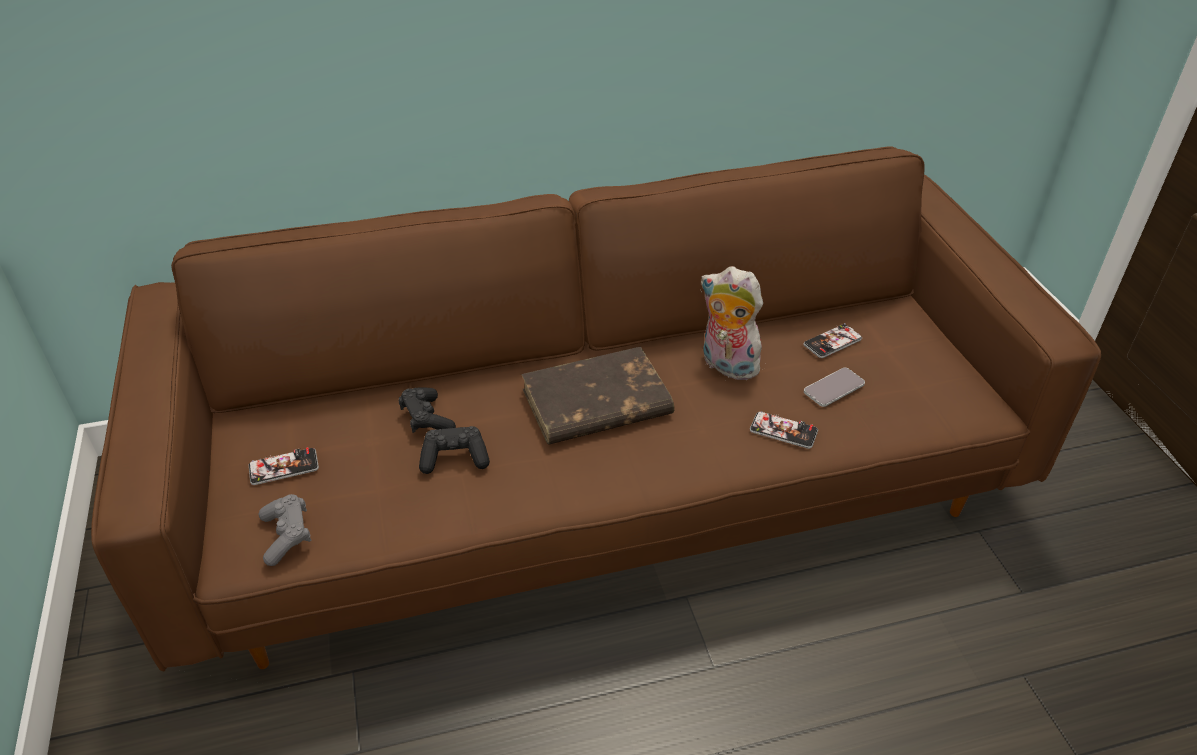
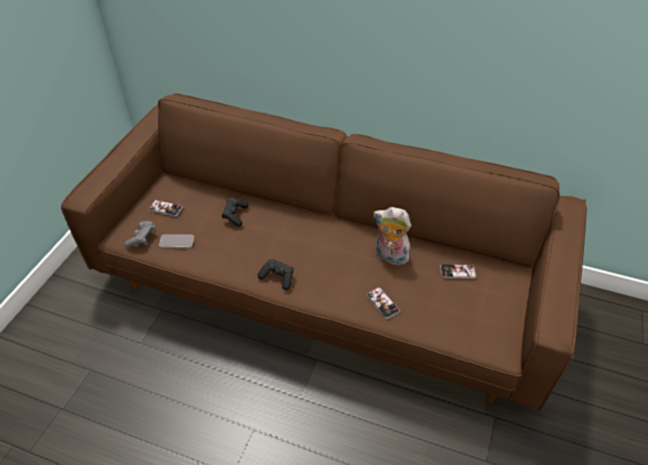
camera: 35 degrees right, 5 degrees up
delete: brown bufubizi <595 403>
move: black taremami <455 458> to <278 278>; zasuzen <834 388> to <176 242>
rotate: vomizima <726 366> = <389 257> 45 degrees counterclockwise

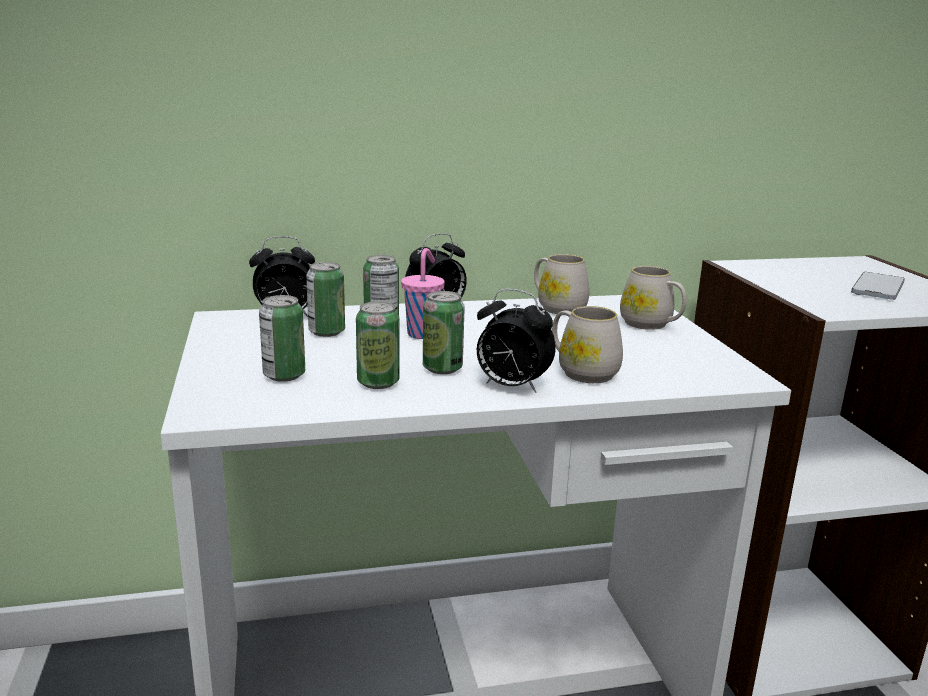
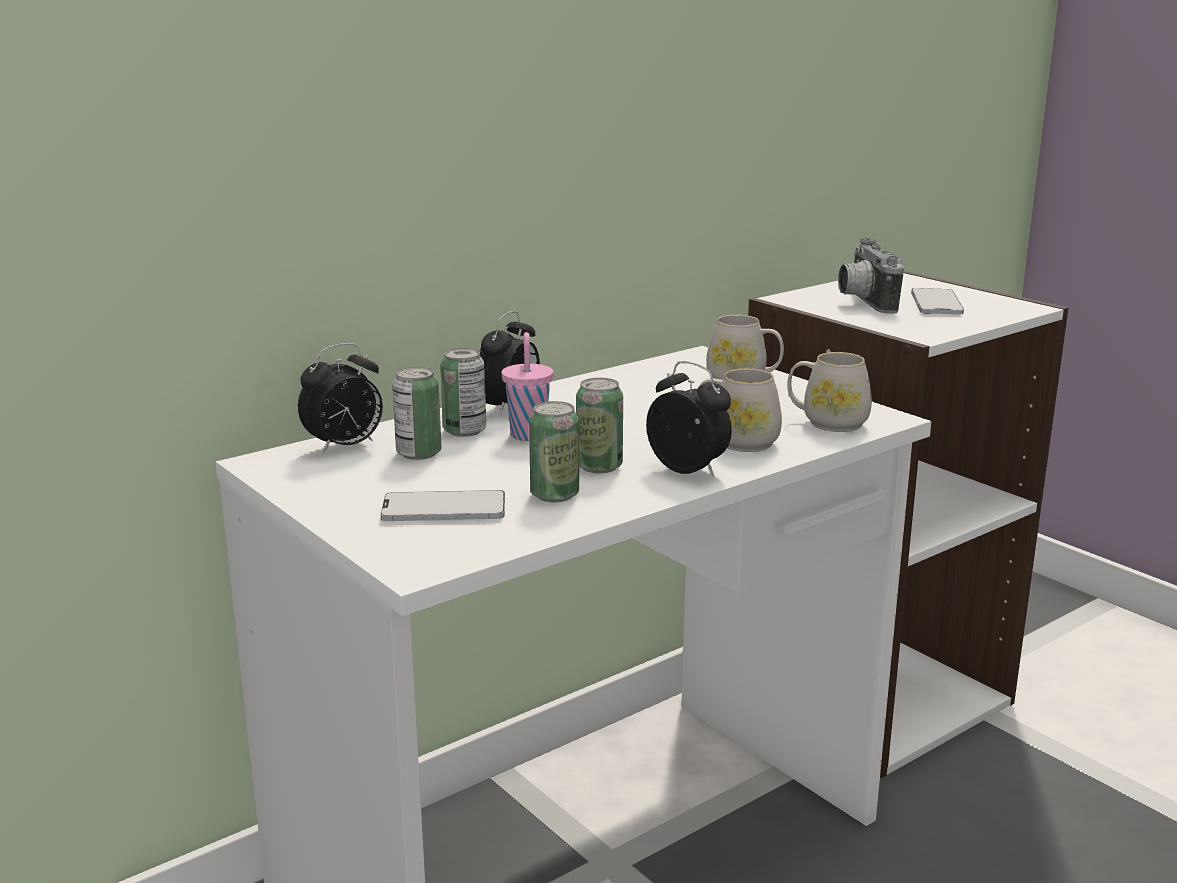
camera: 25 degrees left, 0 degrees up
insert: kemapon <862 302>
move: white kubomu <557 307> to <827 422>
replace: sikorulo <284 375> to zasuzen <444 509>
rotate: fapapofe <511 387> = <689 470> 135 degrees counterclockwise

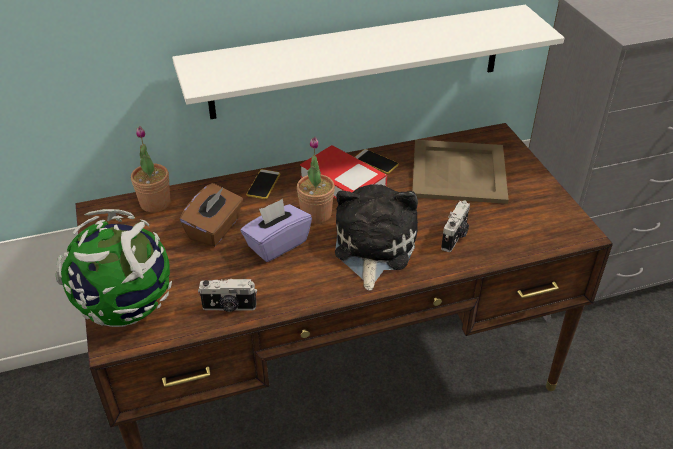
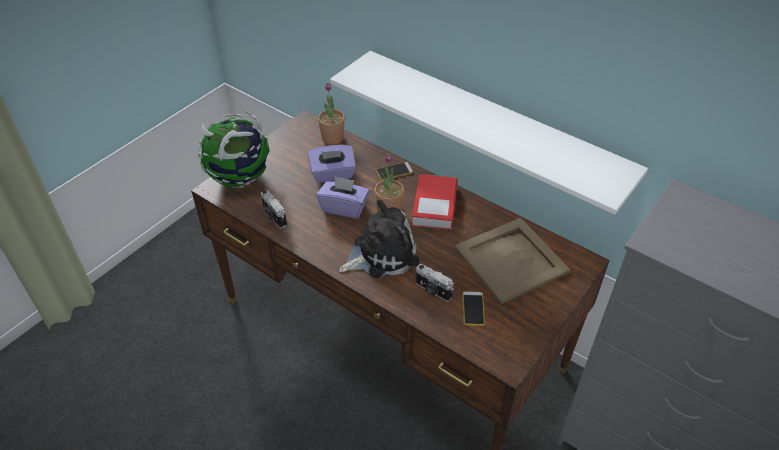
camera: 55 degrees right, 5 degrees up
move: zasuzen <376 162> to <473 308>
recolor: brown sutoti <215 229> to purple sutoti <333 174>
rotate: kemapon <455 237> = <432 291> 45 degrees clockwise

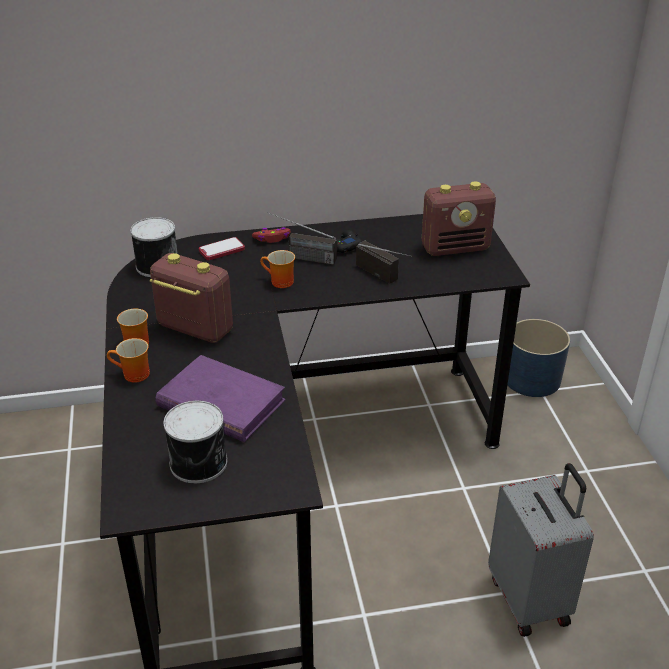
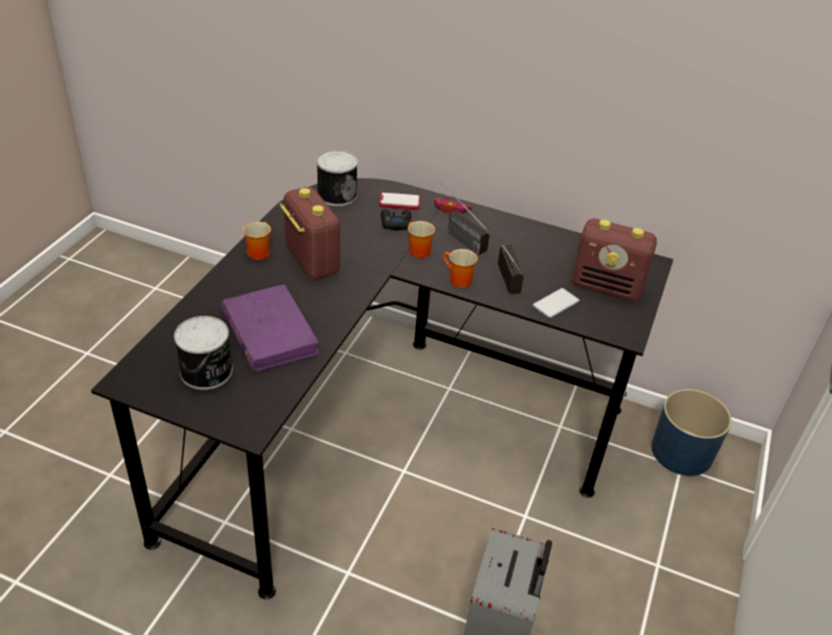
camera: 30 degrees right, 5 degrees up
insert: zasuzen <555 304>
move: kubomu <133 375> to <457 280>; black taremami <343 245> to <395 223>

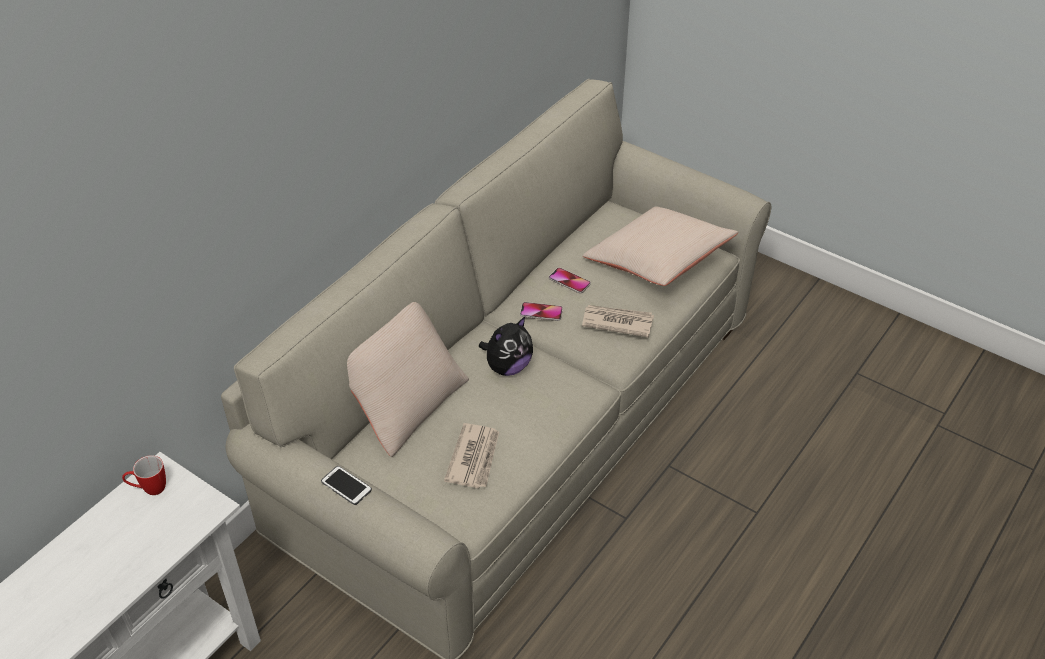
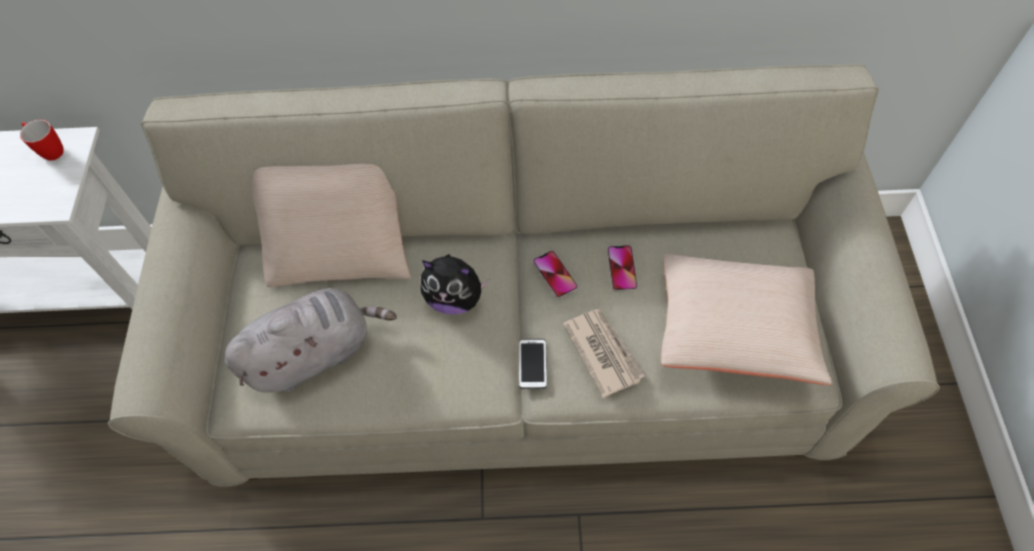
camera: 55 degrees right, 15 degrees up
move: zasuzen <346 486> to <532 364>
replace: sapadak <474 458> to grey vomizima <315 353>

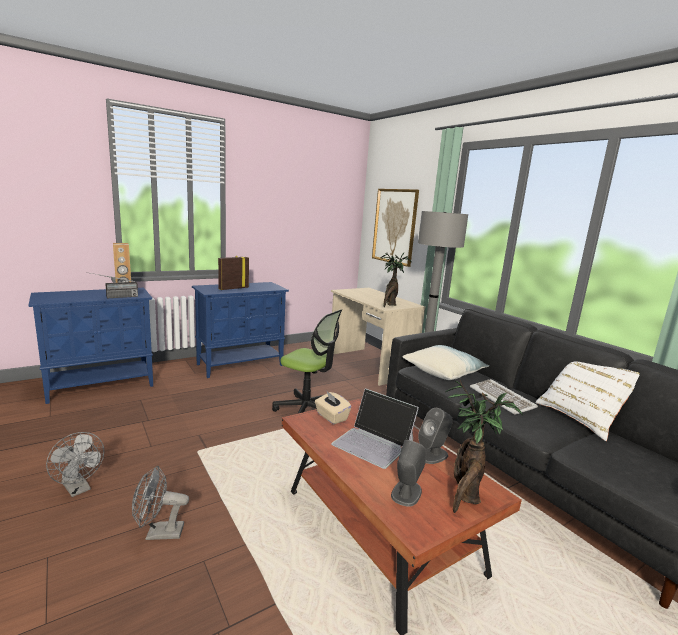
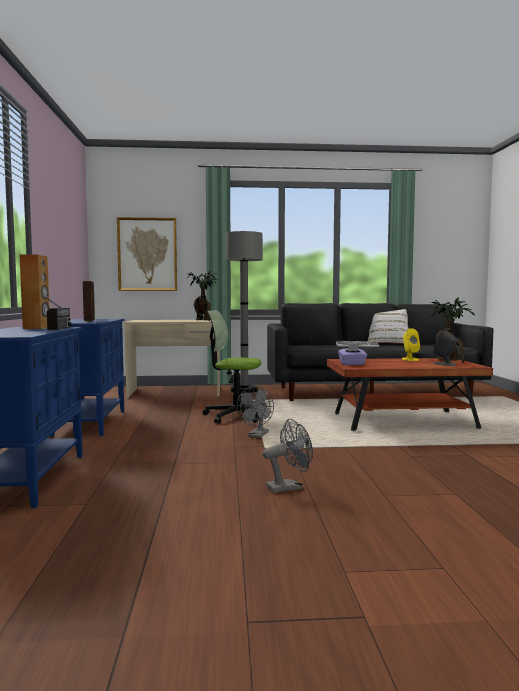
camera: 60 degrees left, 10 degrees down
delete: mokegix <374 442>; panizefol <443 372>
move: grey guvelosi <158 533> to <257 435>
recolor: beige sutoti <331 417> to purple sutoti <352 364>; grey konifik <432 455> to yellow konifik <410 359>
rotate: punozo <307 410> = <235 416> 135 degrees counterclockwise

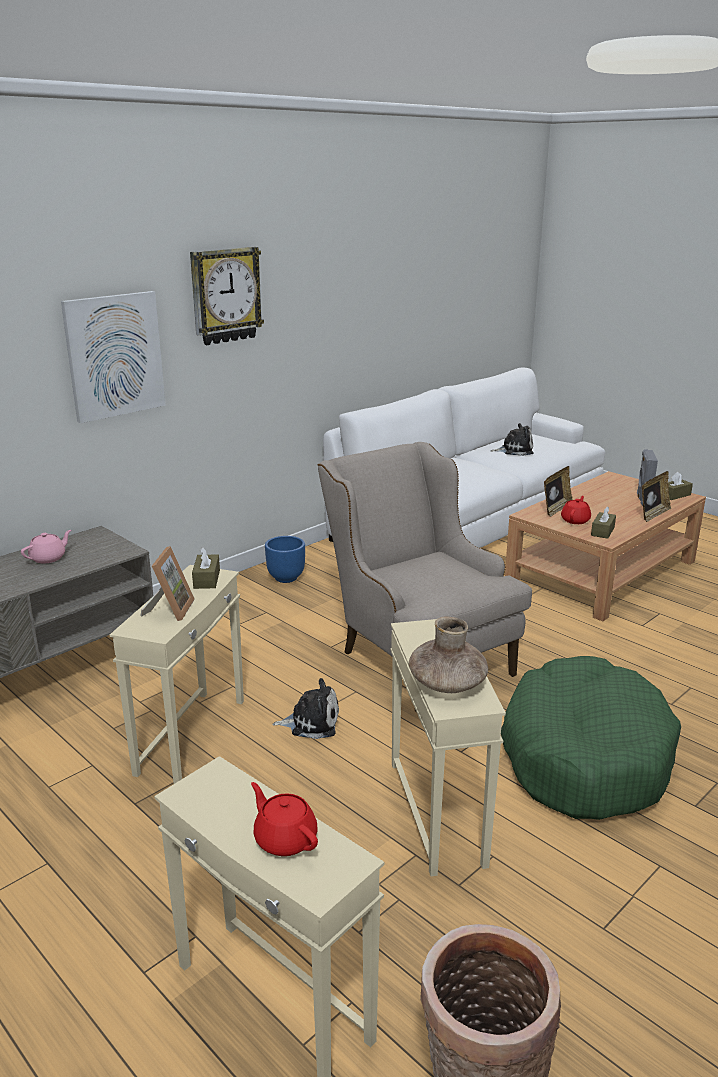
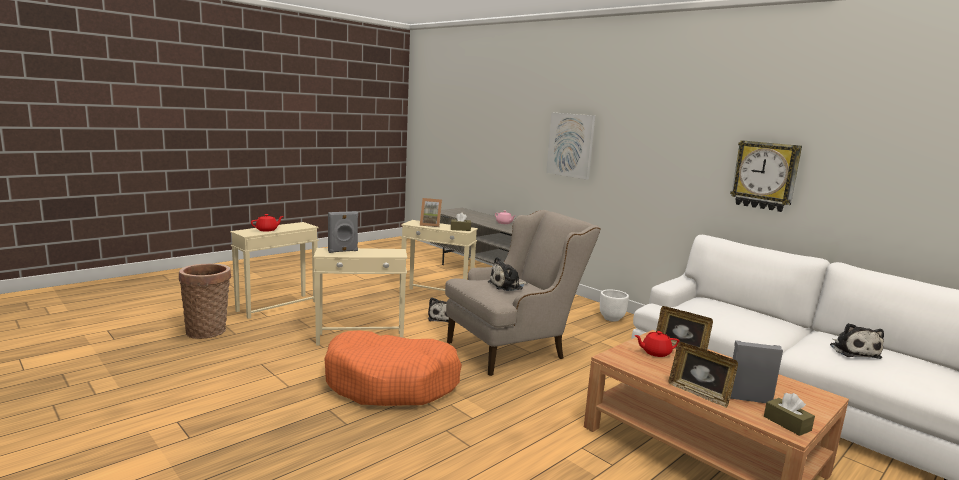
camera: 90 degrees right, 10 degrees down
delete: brown sutoti <602 531>
insert: vomizima <507 286>
move: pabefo <225 295> to <765 175>
replace: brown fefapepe <447 684> to grey konifik <343 251>
recolor: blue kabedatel <286 578> to white kabedatel <611 319>; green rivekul <584 756> to orange rivekul <391 383>
rotate: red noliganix <575 520> = <655 352> 150 degrees clockwise

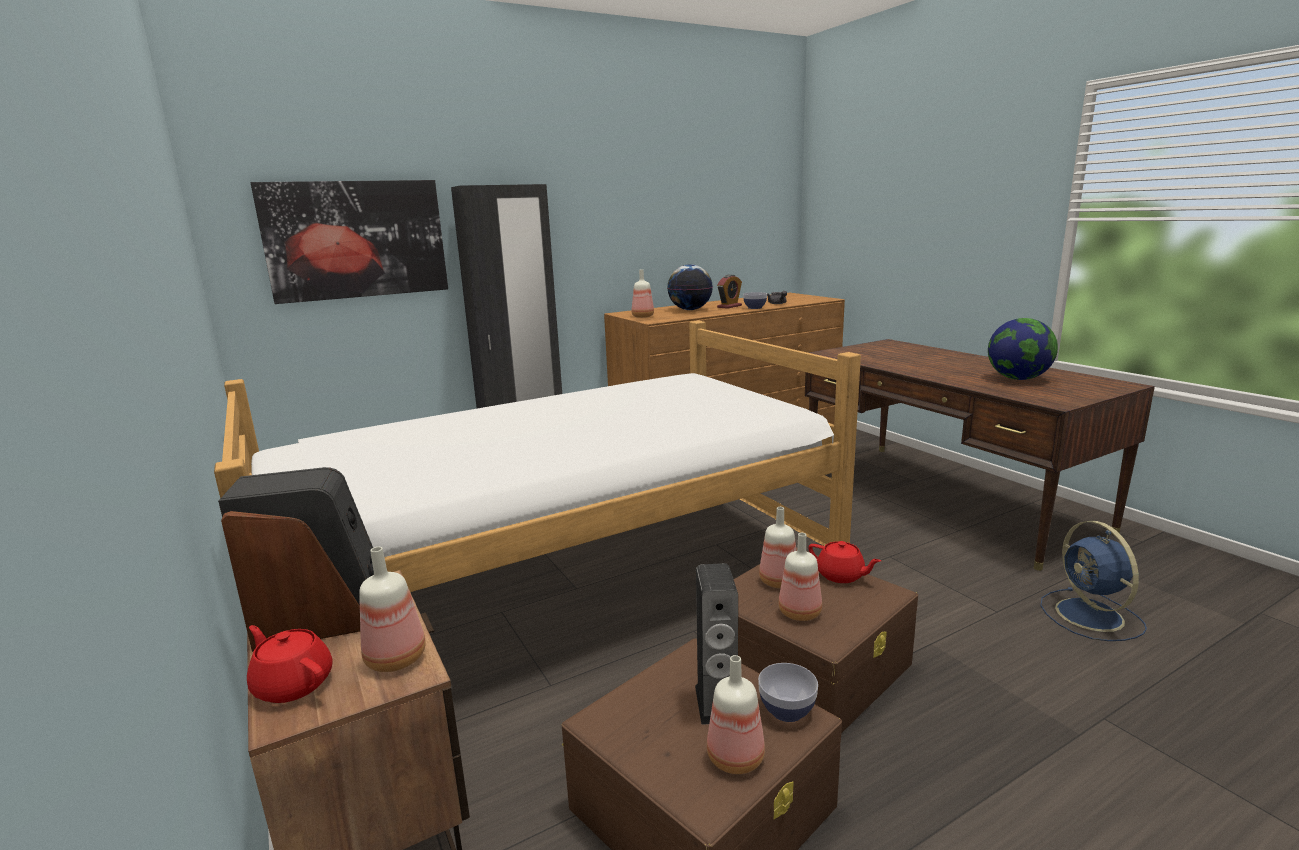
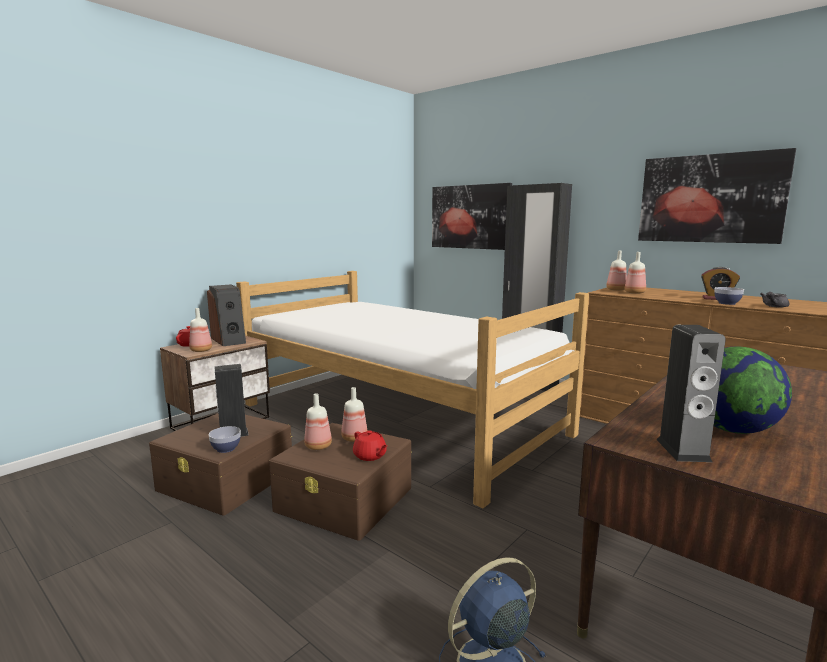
camera: 70 degrees right, 5 degrees down
delete: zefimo <690 310>
insert: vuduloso <710 199>; konifik <683 450>
move: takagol <735 756> to <635 293>
rotate: red noliganix <841 575> = <370 456> 60 degrees counterclockwise

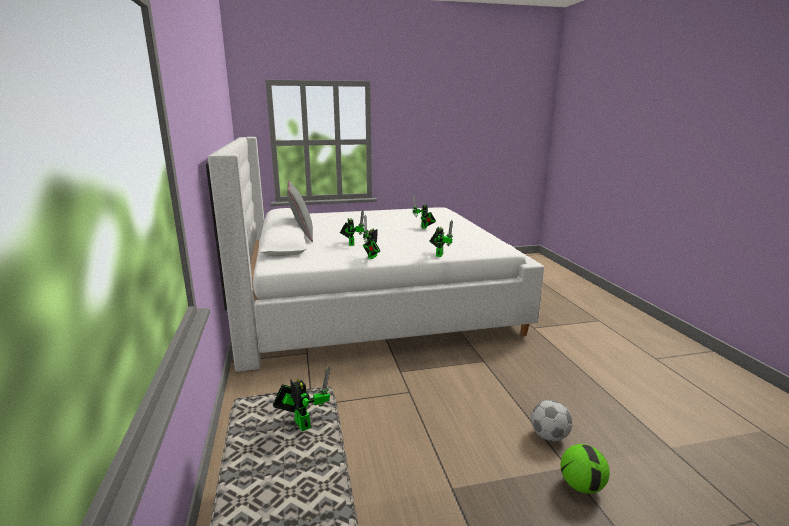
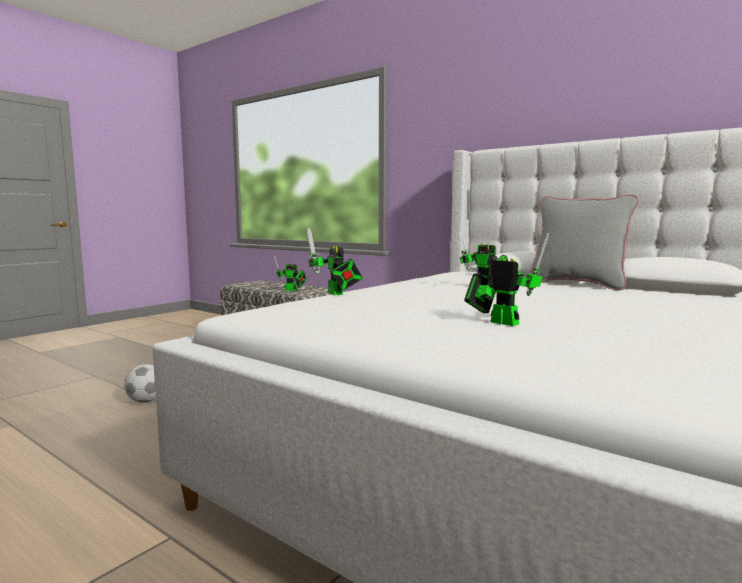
camera: 140 degrees right, 10 degrees down
delete: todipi <371 257>; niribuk <581 486>

